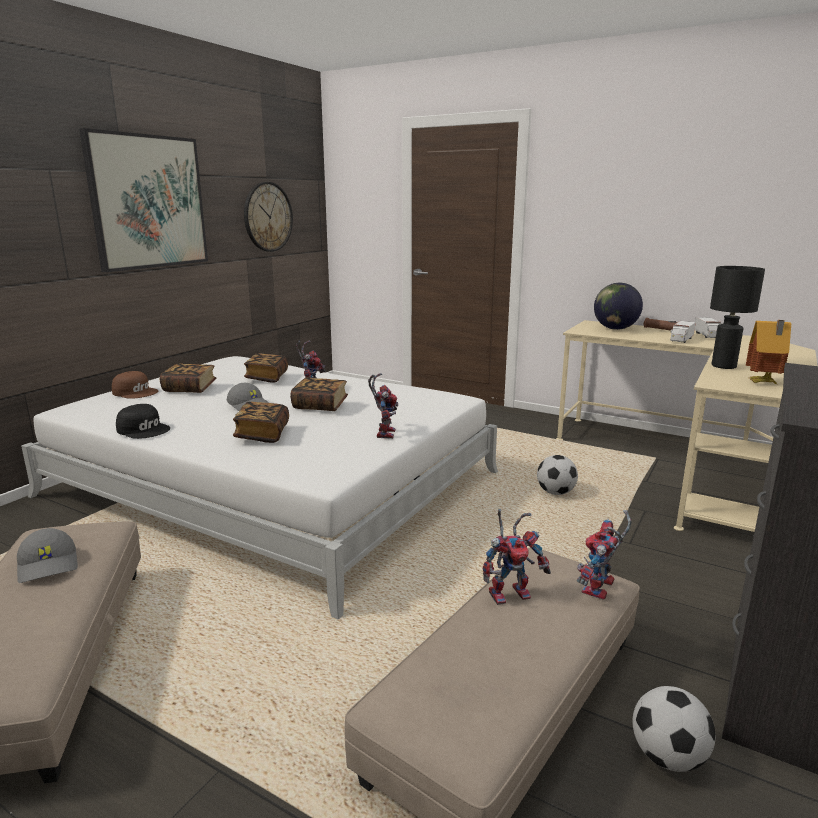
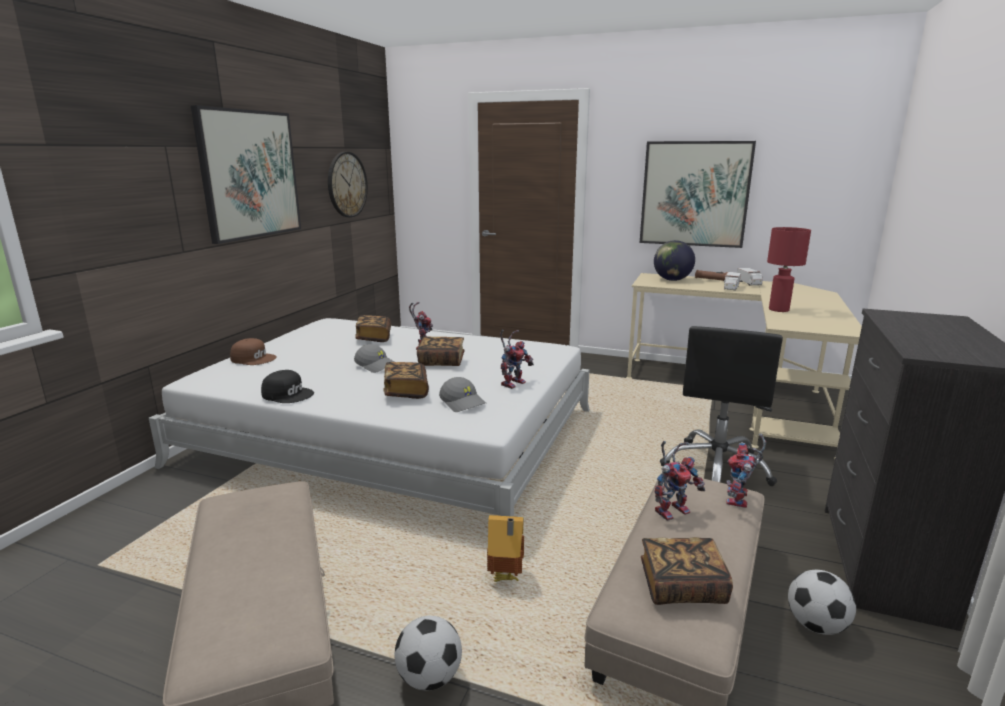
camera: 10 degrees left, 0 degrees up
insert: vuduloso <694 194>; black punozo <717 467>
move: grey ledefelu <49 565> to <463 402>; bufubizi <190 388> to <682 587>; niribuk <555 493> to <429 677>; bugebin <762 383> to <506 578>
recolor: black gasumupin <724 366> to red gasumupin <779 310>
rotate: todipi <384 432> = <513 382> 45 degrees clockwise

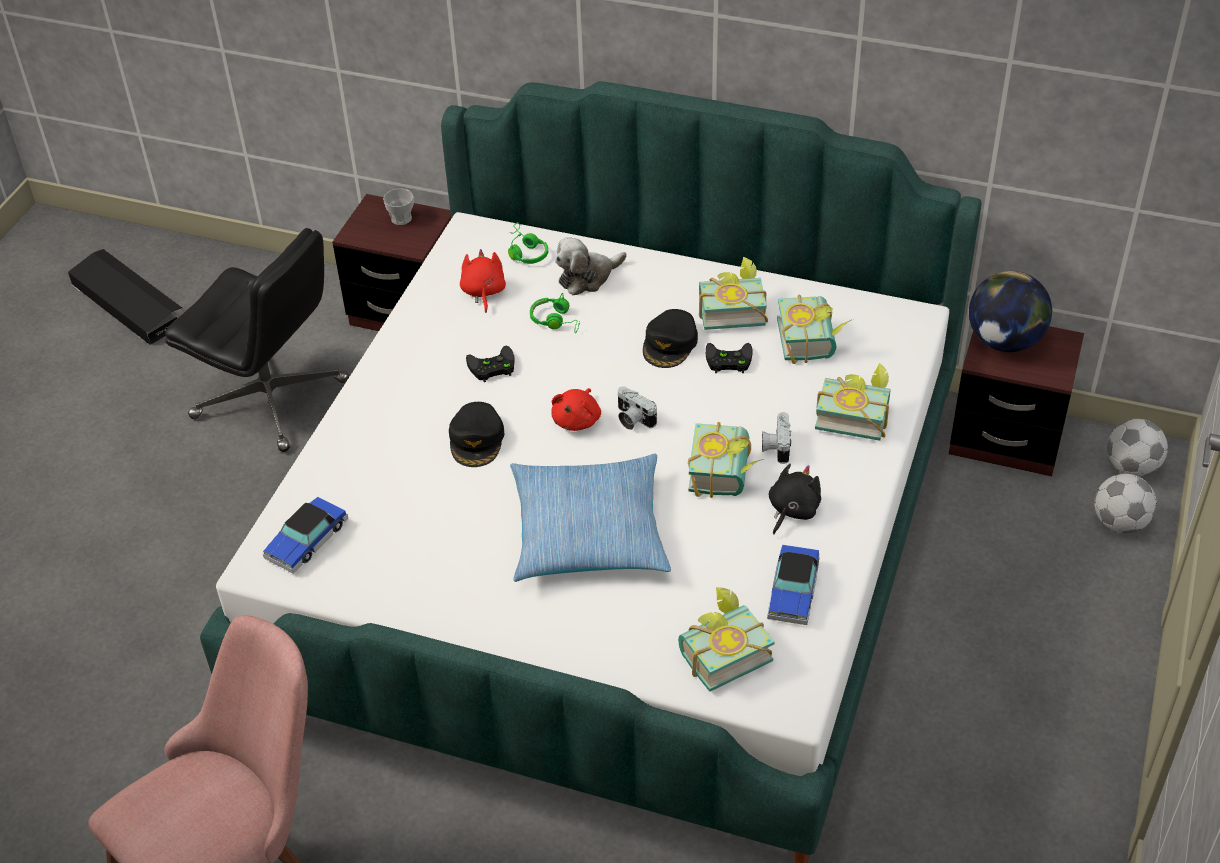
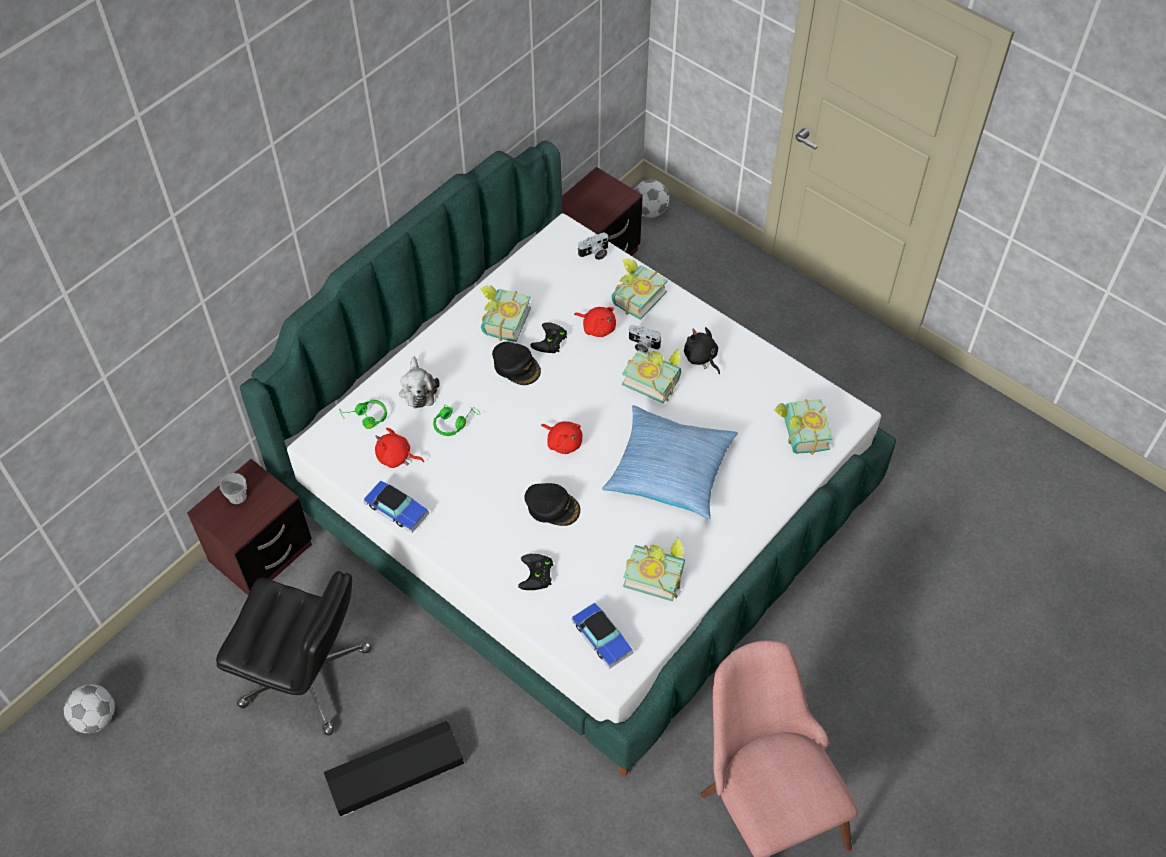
camera: 70 degrees left, 10 degrees up
delete: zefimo <1004 341>
insert: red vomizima <597 327>
move: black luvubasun <128 303> to <394 771>; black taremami <491 367> to <537 575>; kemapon <632 419> to <595 253>; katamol <793 591> to <397 510>; bufubizi <813 341> to <655 573>; niribuk <1119 523> to <96 718>
rotate: black punozo <272 399> = <307 677> 60 degrees clockwise

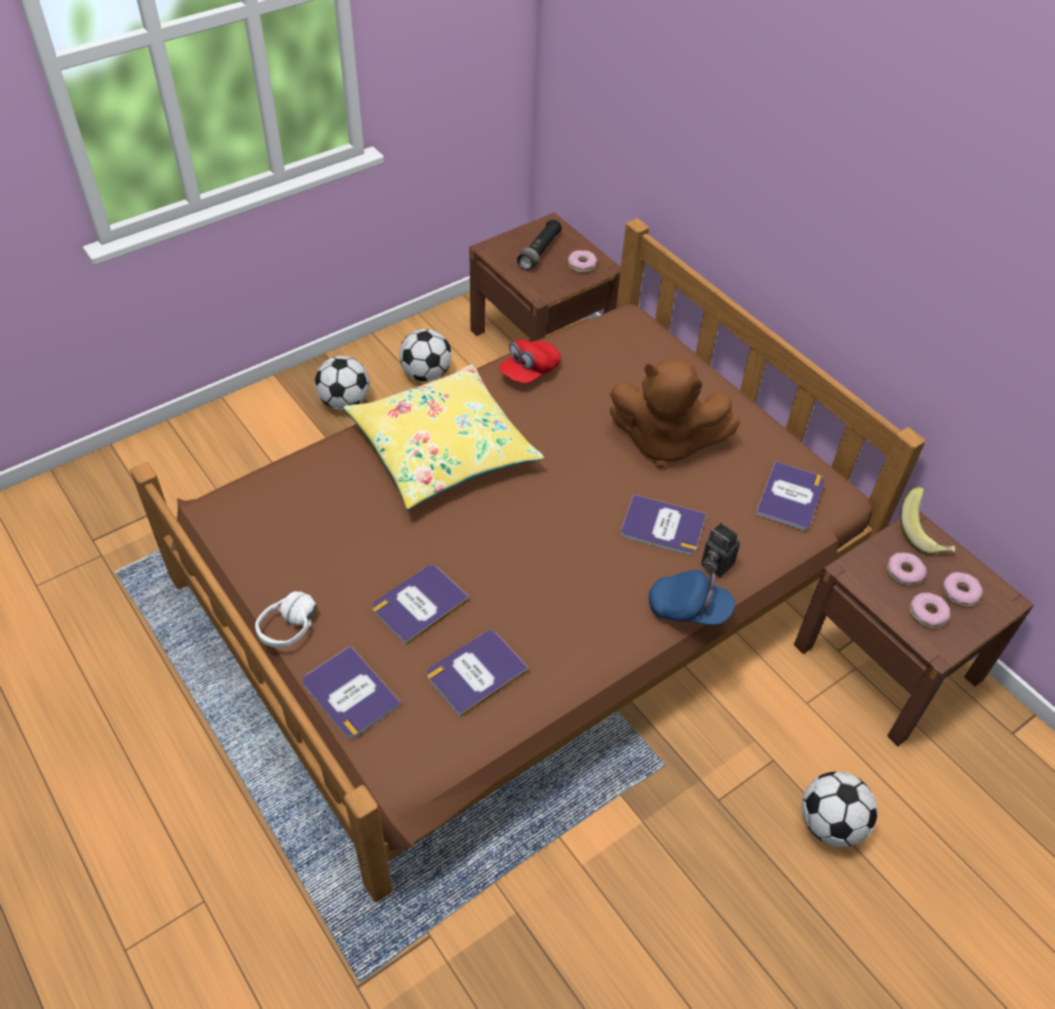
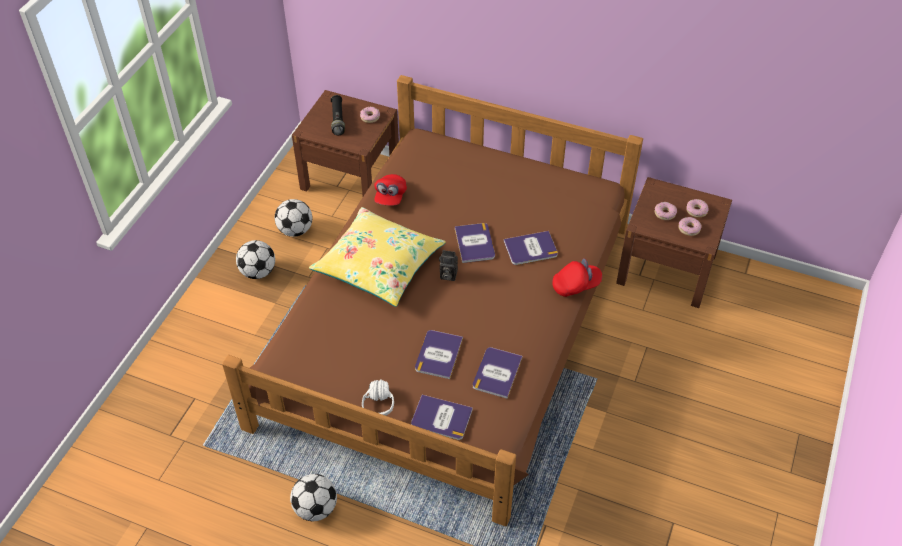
camera: 30 degrees left, 0 degrees up
delete: brown vomizima <664 442>; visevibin <924 534>
move: kemapon <714 564> to <447 275>; bufubizi <790 497> to <474 243>; niribuk <830 824> to <315 508>
recolor: blue ledefelu <688 609> to red ledefelu <576 285>

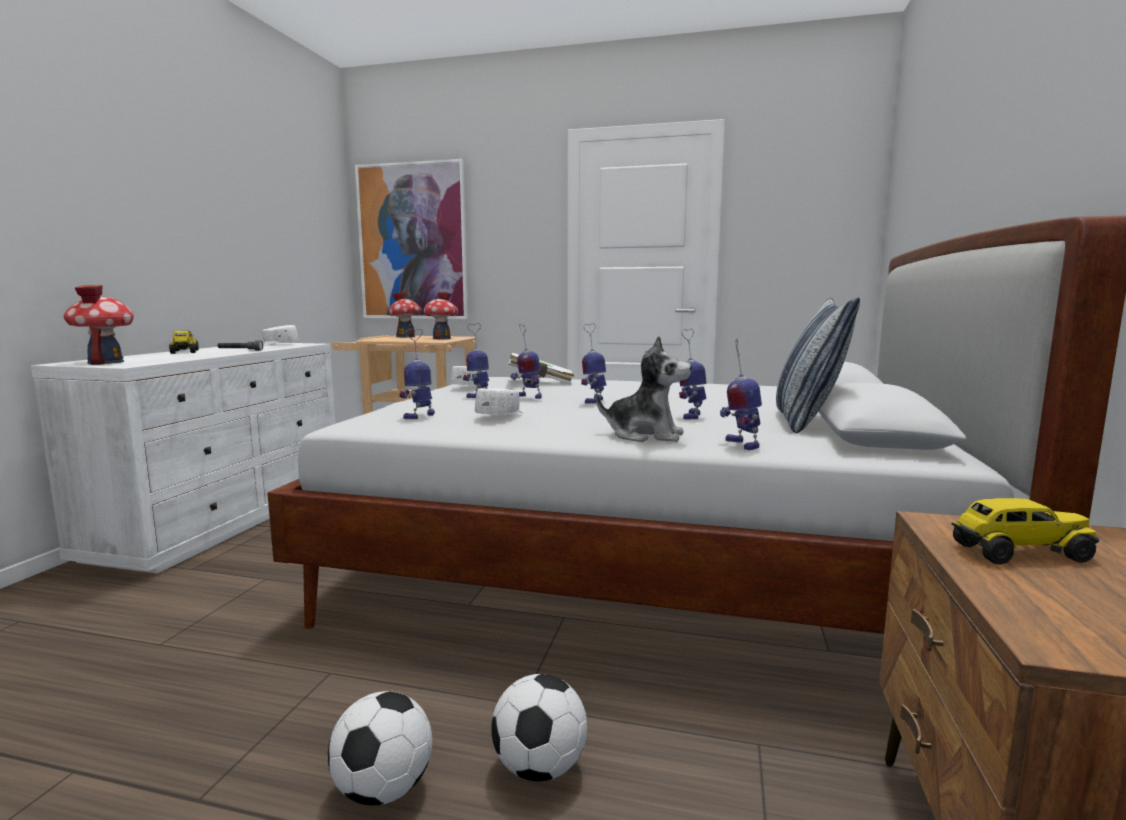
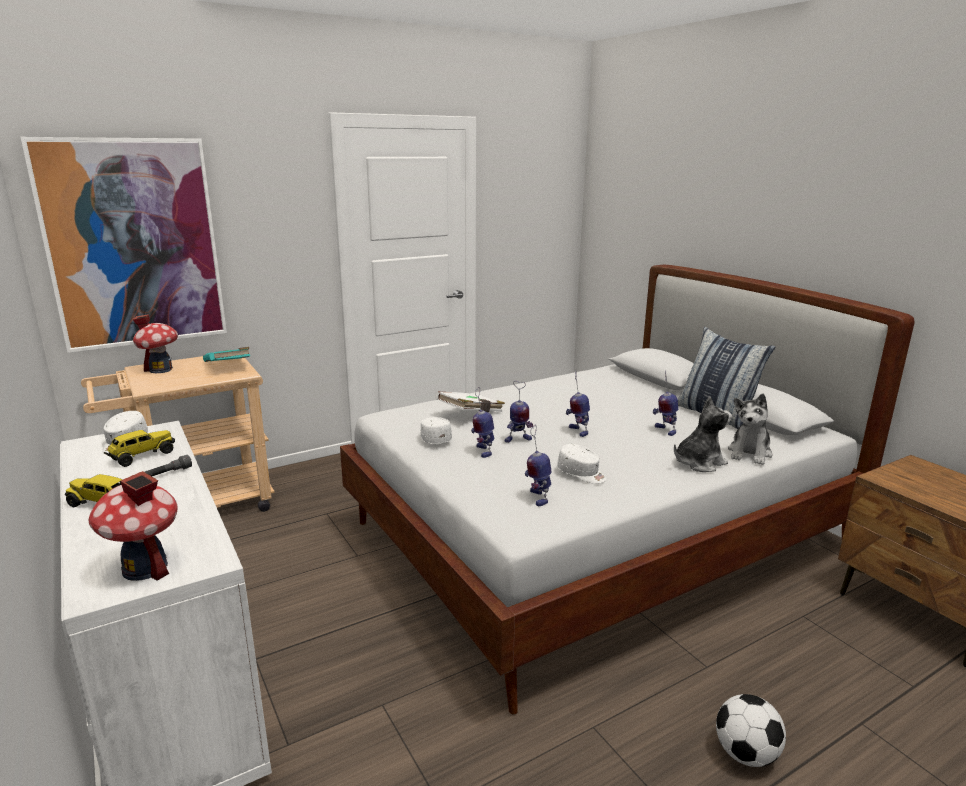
camera: 45 degrees left, 10 degrees up
delete: niribuk <539 768>
move: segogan <1018 553> to <142 456>
replace: bugebin <442 338> to turquoise bufubizi <229 367>; todipi <740 444> to vomizima <749 453>
rotate: white ledefelu <501 415> = <581 474> 150 degrees clockwise

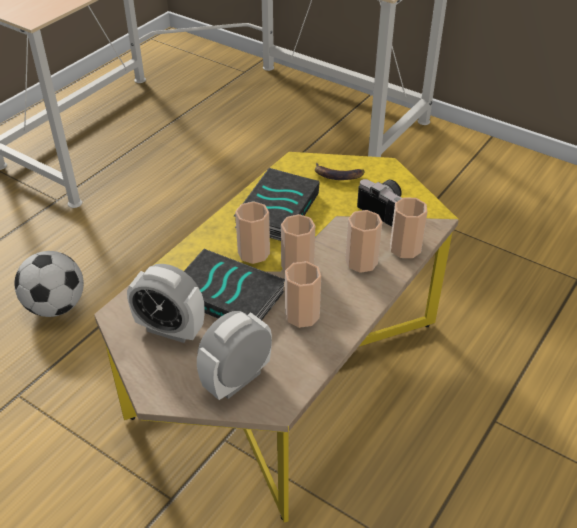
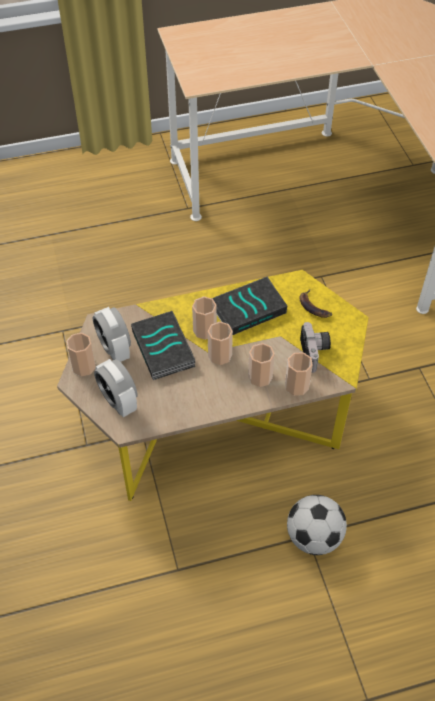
camera: 40 degrees right, 10 degrees up
move: niribuk <56 306> to <313 537>; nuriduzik <302 315> to <83 366>
rotate: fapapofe <237 380> = <118 401> 120 degrees counterclockwise

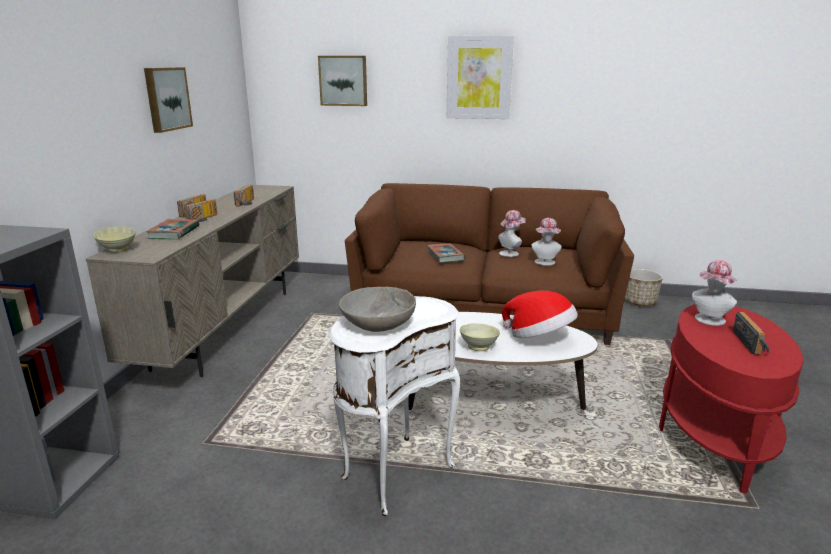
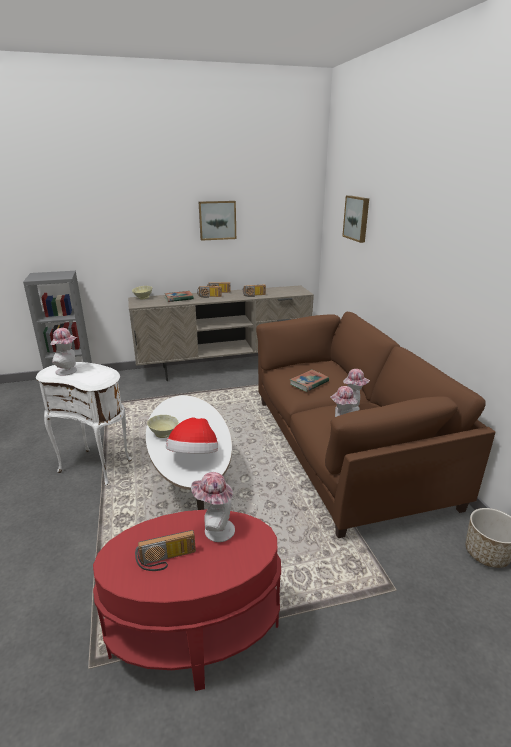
camera: 65 degrees right, 5 degrees up
delete: vuduloso <479 78>
replace: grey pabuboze <378 323> to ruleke <69 371>

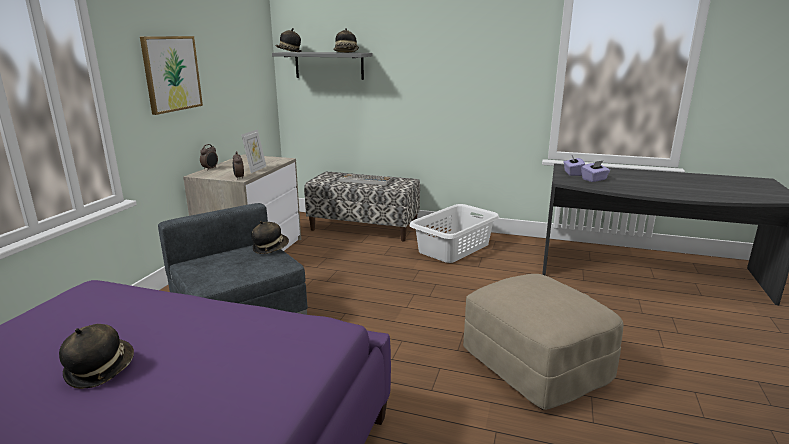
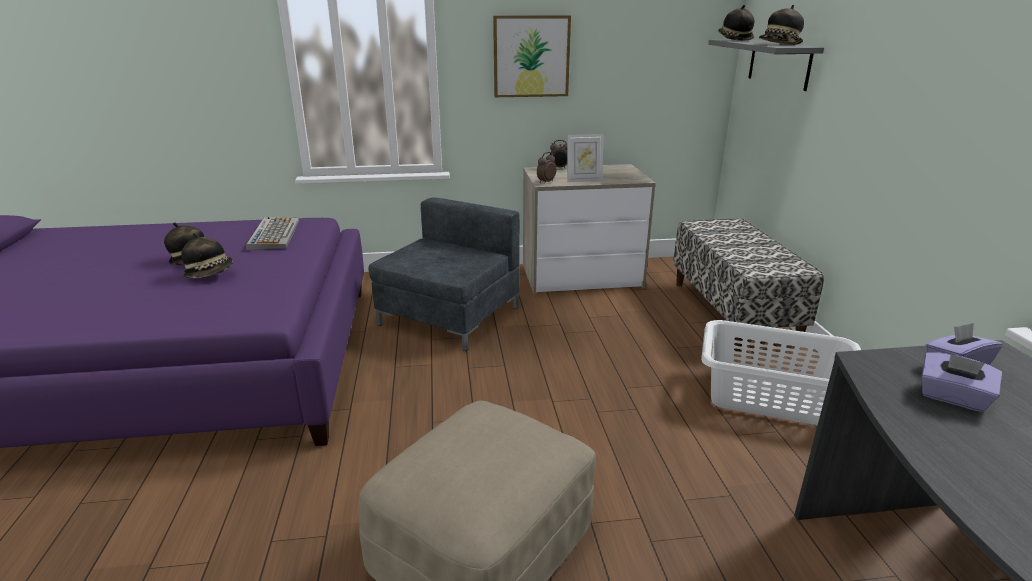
camera: 65 degrees right, 5 degrees up
move: ruleke <270 248> to <211 274>; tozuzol <365 180> to <273 234>

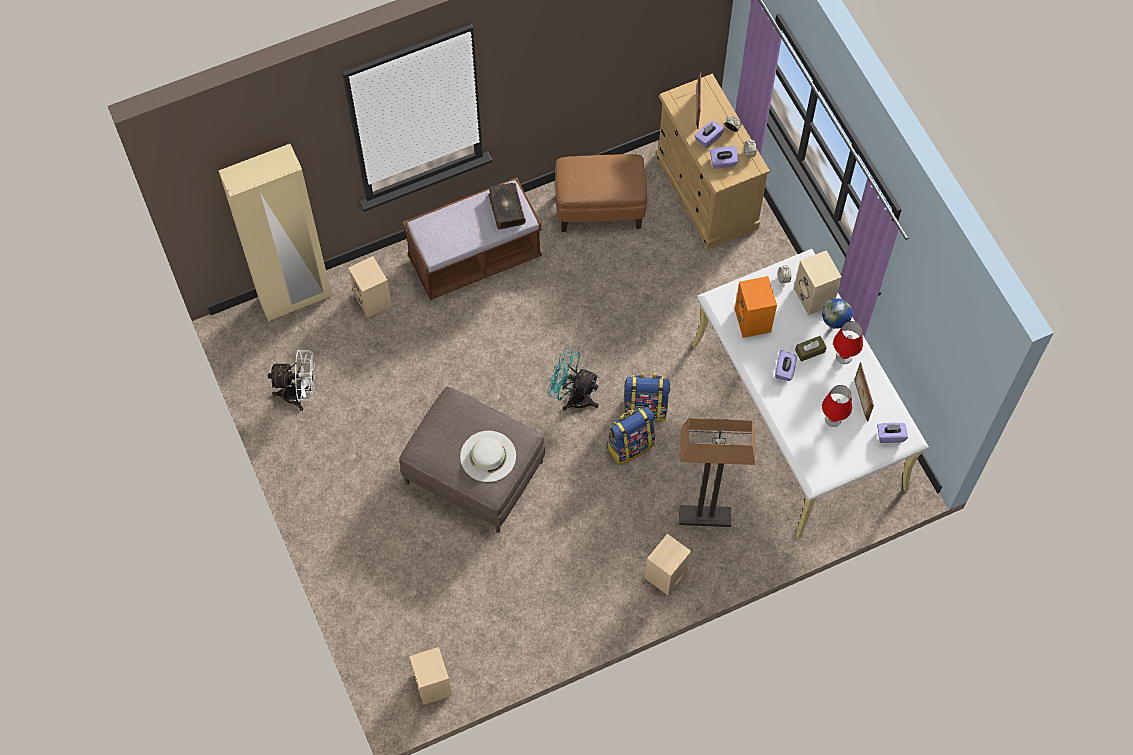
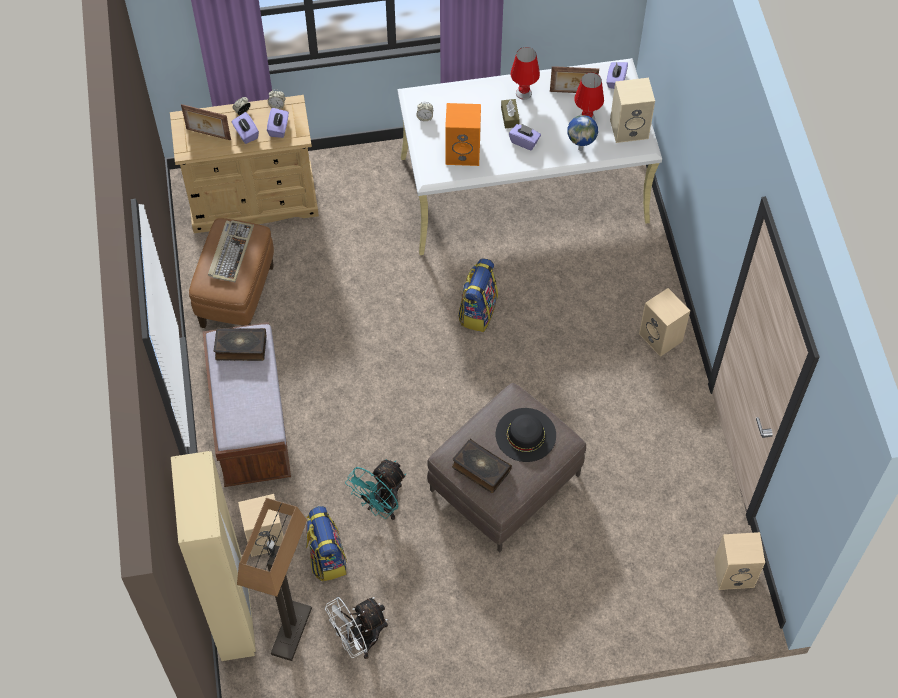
camera: 75 degrees left, 5 degrees down
insert: tozuzol <230 252>; bufubizi <480 469>
move: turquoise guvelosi <573 396> to <381 505>; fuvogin <630 445> to <326 557>; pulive <704 517> to <292 632>; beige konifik <815 297> to <630 128>; zefimo <834 327> to <581 148>
recolor: white ruleke <488 456> to black ruleke <525 434>
rotate: white guvelosi <299 394> = <359 639> 135 degrees counterclockwise

